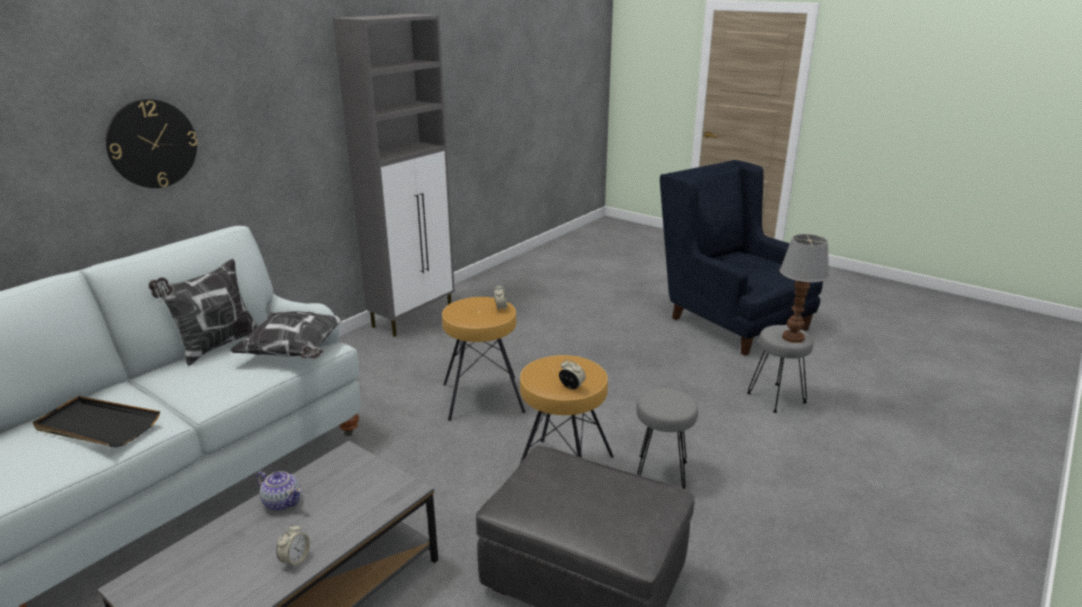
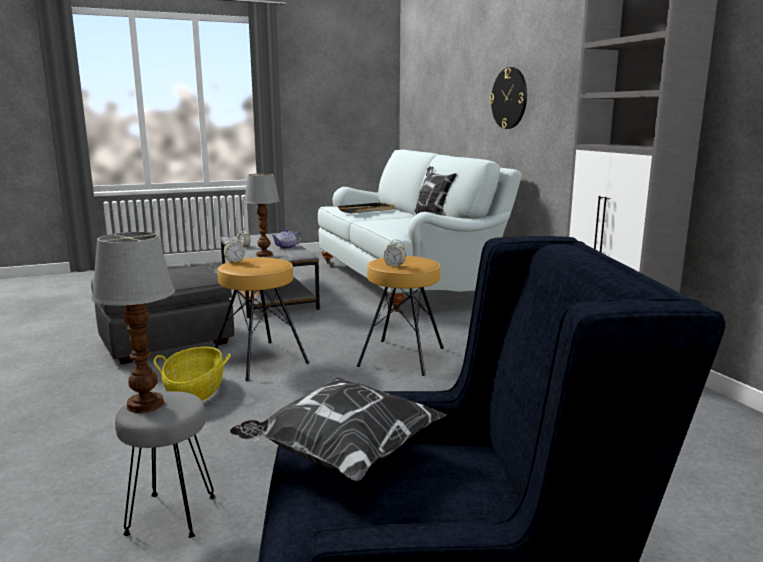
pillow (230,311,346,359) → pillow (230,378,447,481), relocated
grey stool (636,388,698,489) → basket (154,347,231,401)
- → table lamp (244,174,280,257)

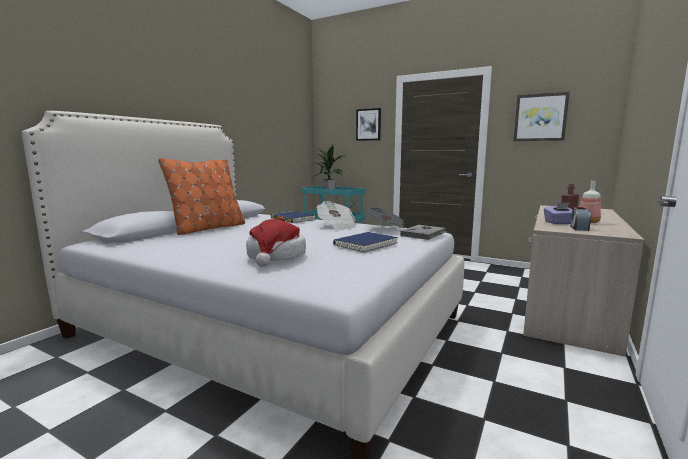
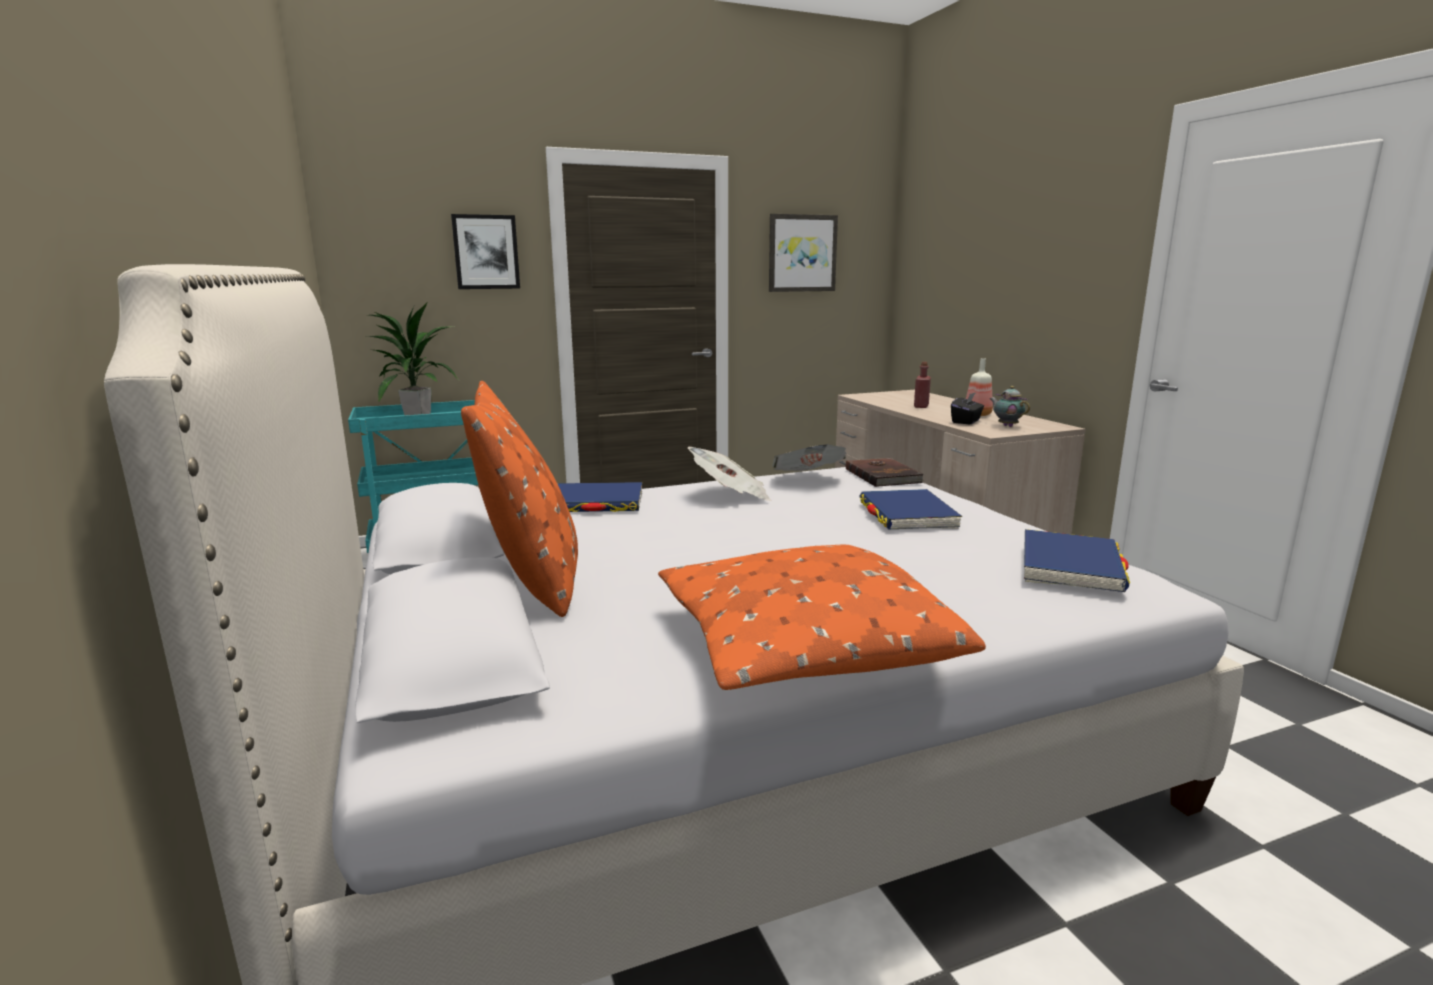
purple tissue box (544,203,572,224) → black tissue box (951,392,984,425)
alarm clock (570,207,591,231) → teapot (990,386,1030,427)
hat (246,219,306,267) → -
grey book (400,225,447,240) → brown book (846,458,924,487)
- → blue book (1024,529,1130,592)
- → orange pillow (658,544,986,690)

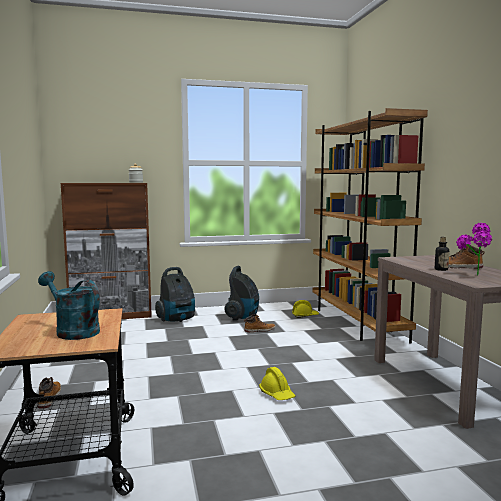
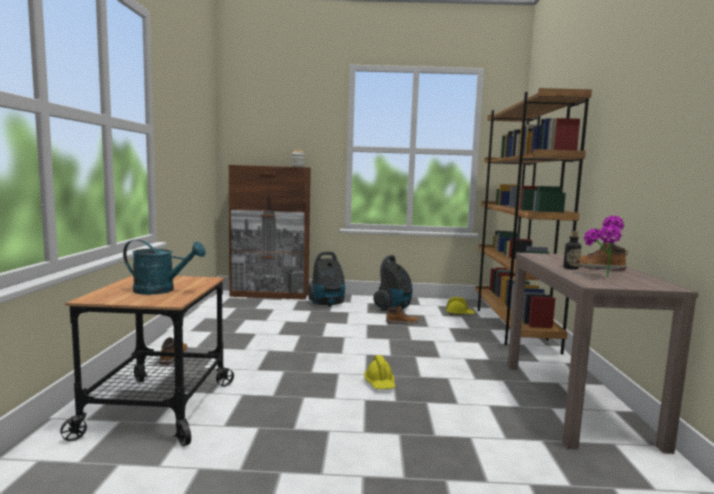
turquoise watering can (38,271,100,340) → turquoise watering can (123,239,206,295), 135 degrees clockwise

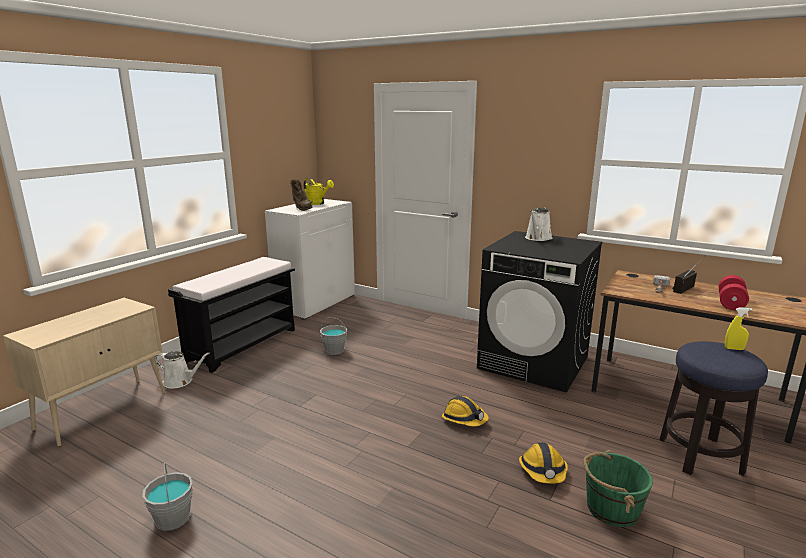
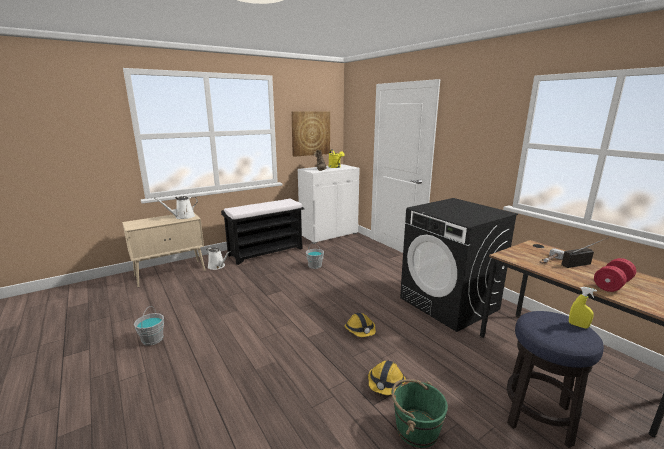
white watering can (525,207,553,241) → white watering can (154,196,198,219), relocated
- → picture (291,111,330,157)

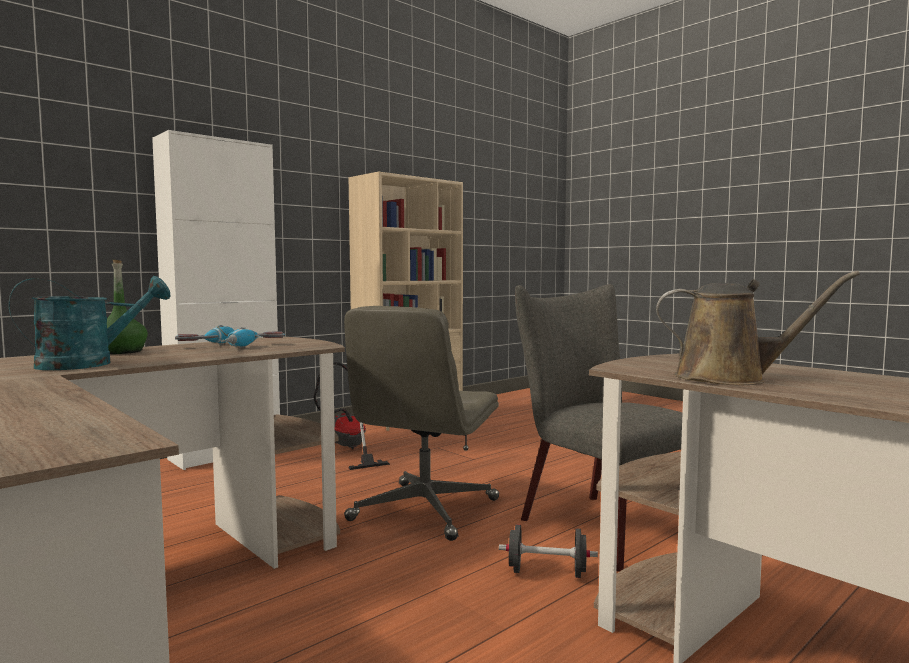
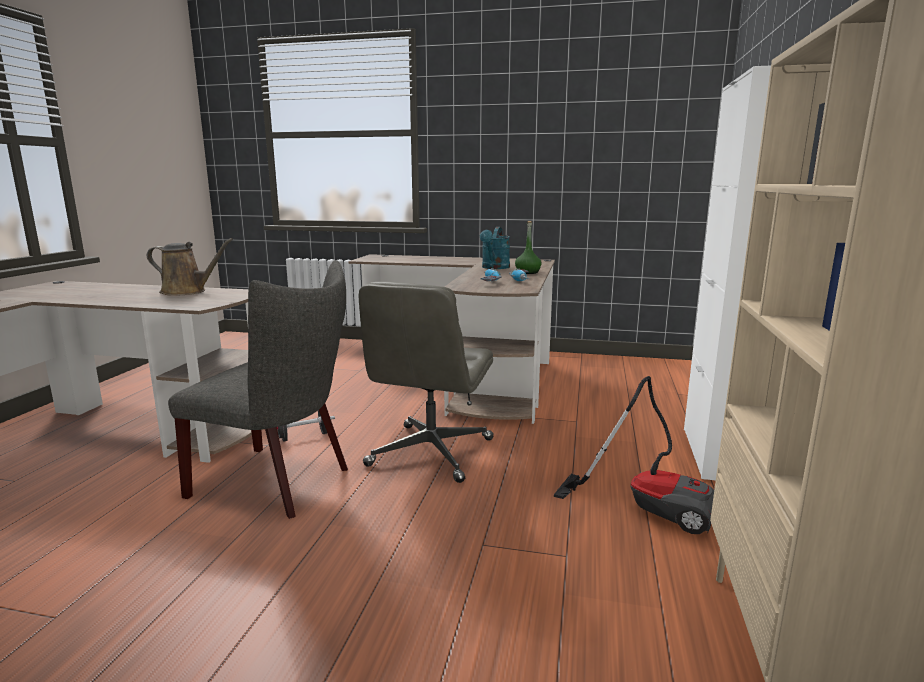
brown watering can (656,271,860,385) → brown watering can (147,238,233,296), 150 degrees counterclockwise
grey office chair (344,306,500,541) → grey office chair (359,282,494,483), 150 degrees counterclockwise

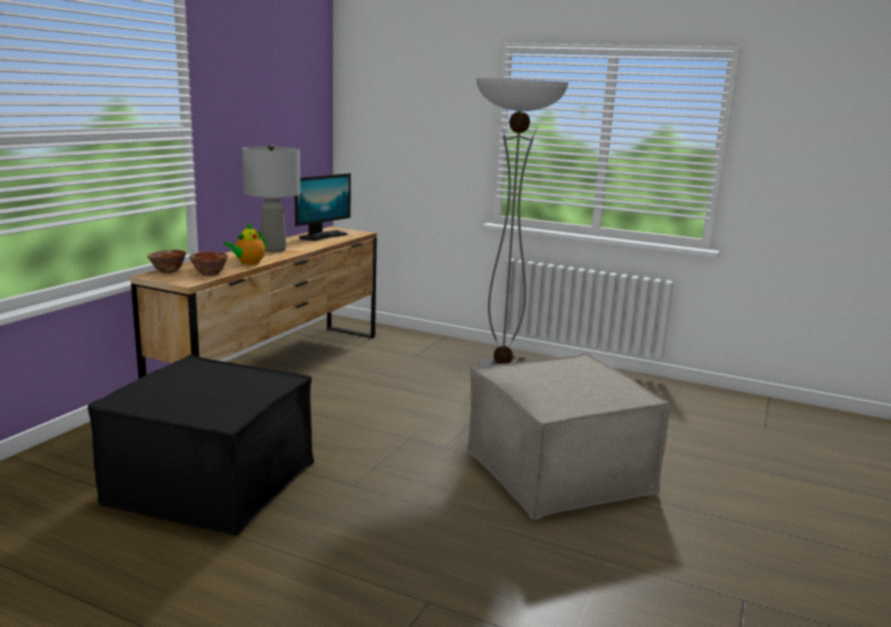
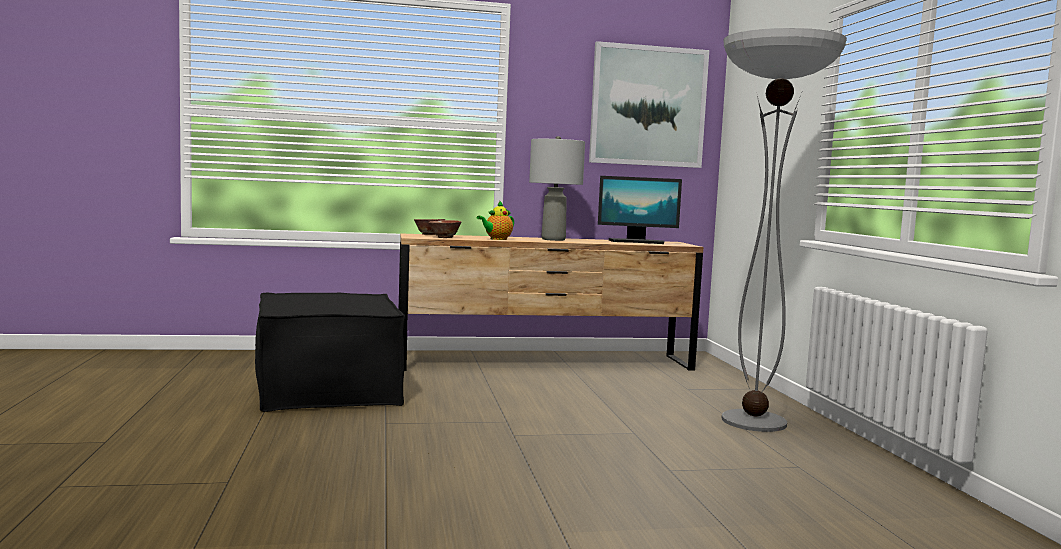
teapot (223,222,267,265) → teapot (477,200,514,240), 45 degrees counterclockwise
beige ottoman (467,353,670,520) → -
- → picture (589,41,709,168)

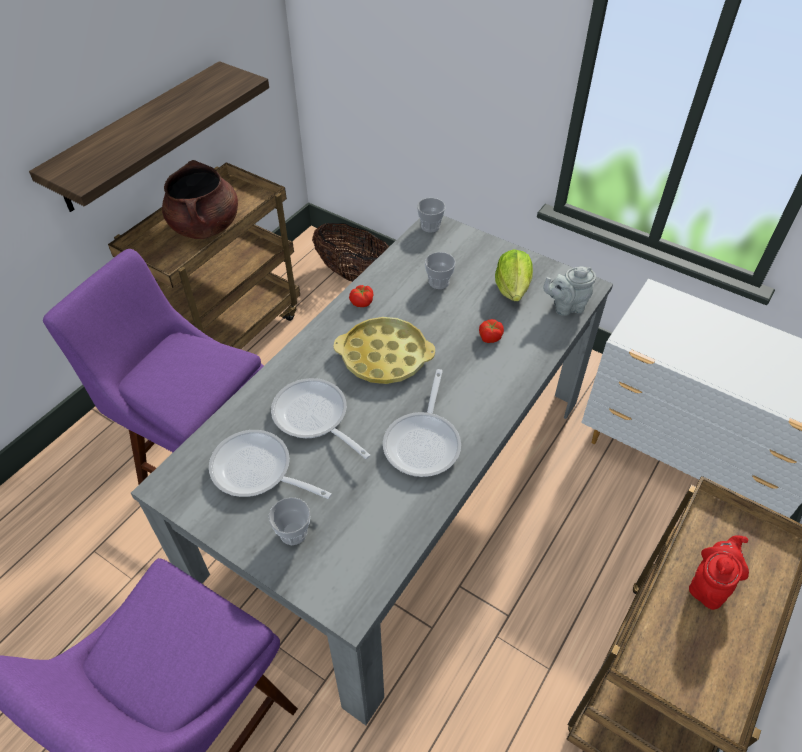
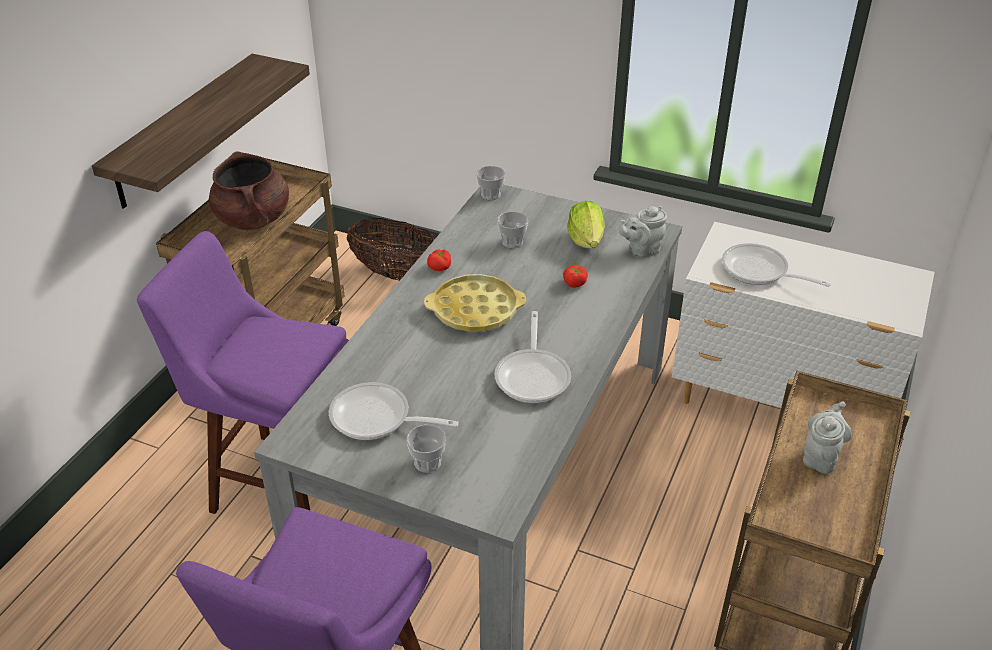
frying pan (271,378,370,459) → frying pan (722,243,831,287), relocated
red teapot (689,535,749,610) → grey teapot (803,402,852,474)

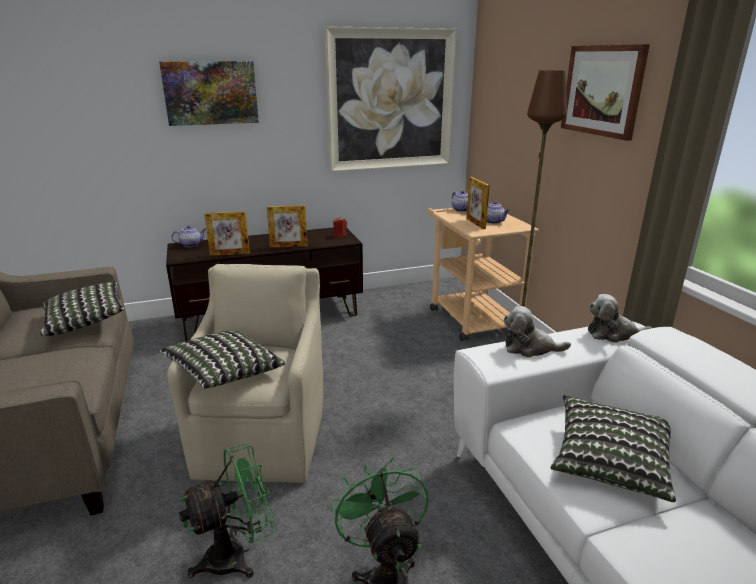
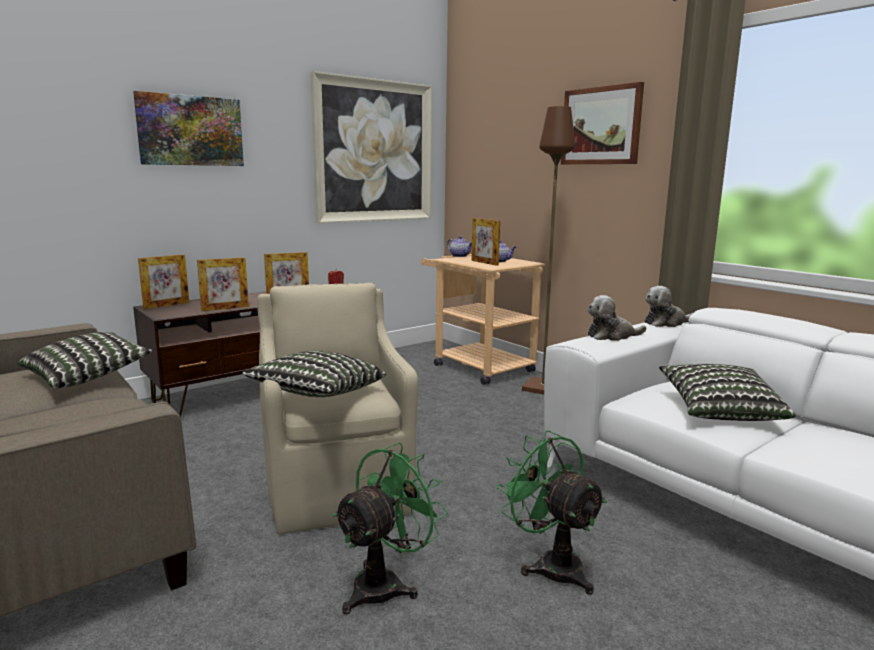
teapot (172,225,206,247) → picture frame (138,254,189,309)

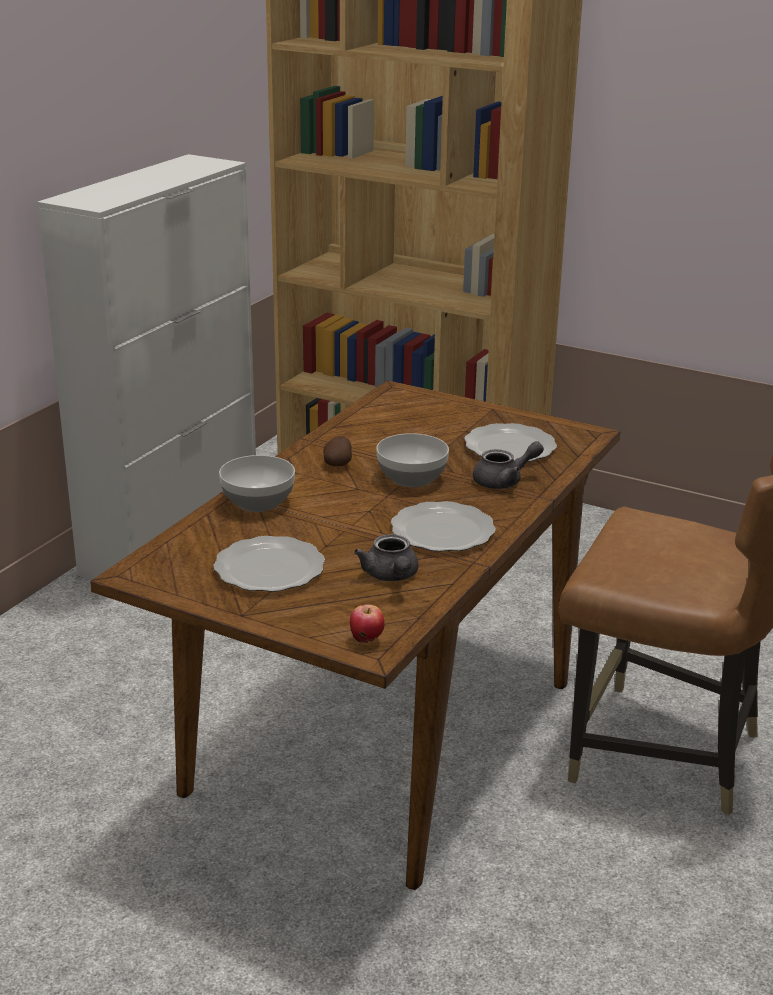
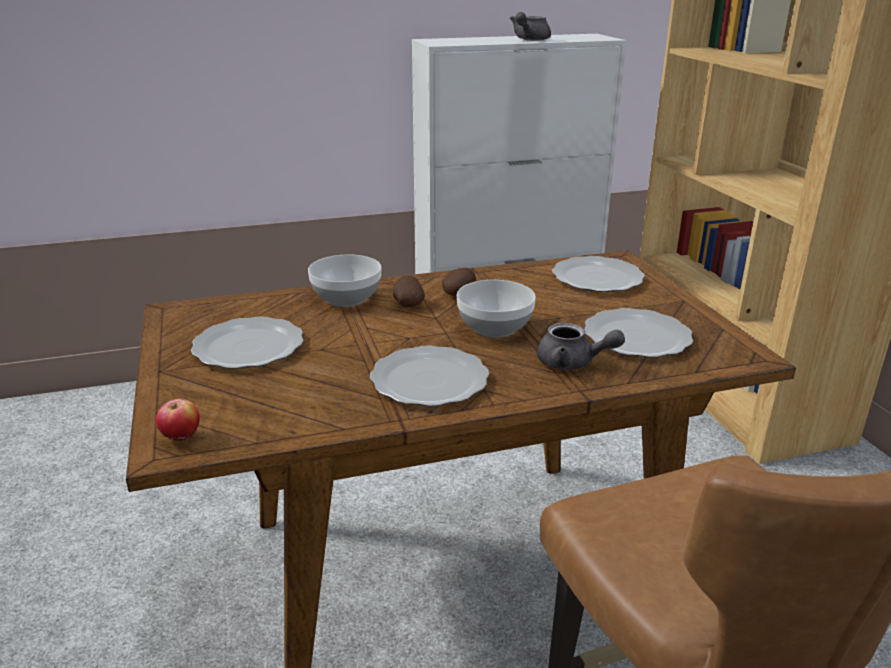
grey teapot (354,534,419,581) → grey teapot (510,12,551,41), relocated
- → plate (552,256,645,292)
- → potato (393,276,425,307)

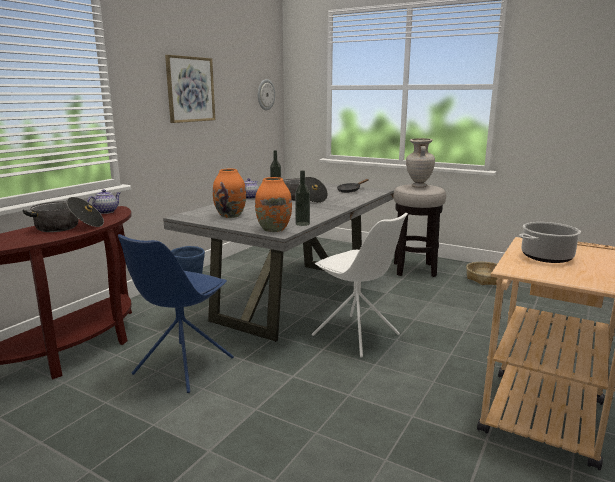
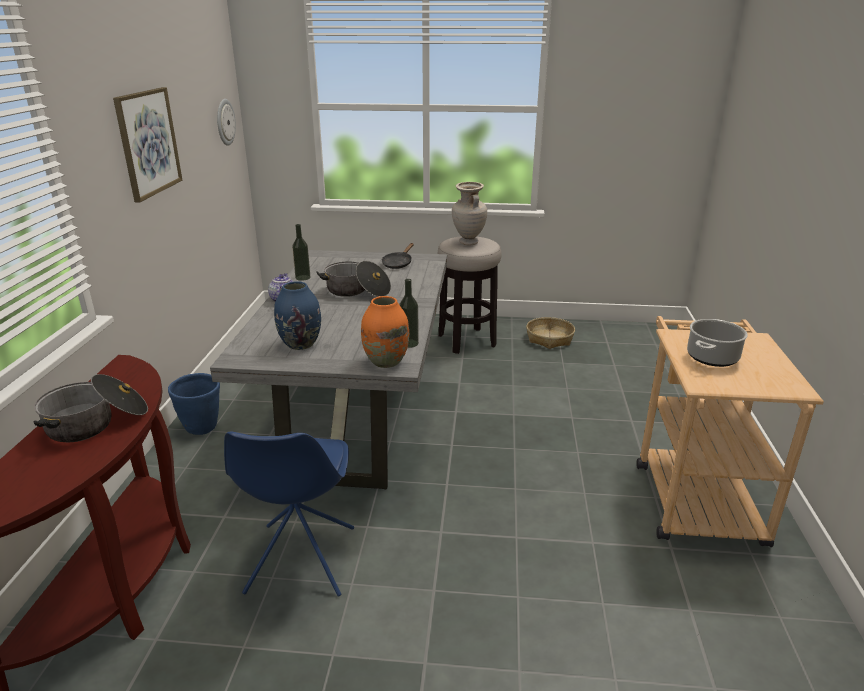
orange vase (213,169,246,218) → blue vase (274,281,321,350)
teapot (87,189,120,214) → -
white chair (312,213,408,358) → -

